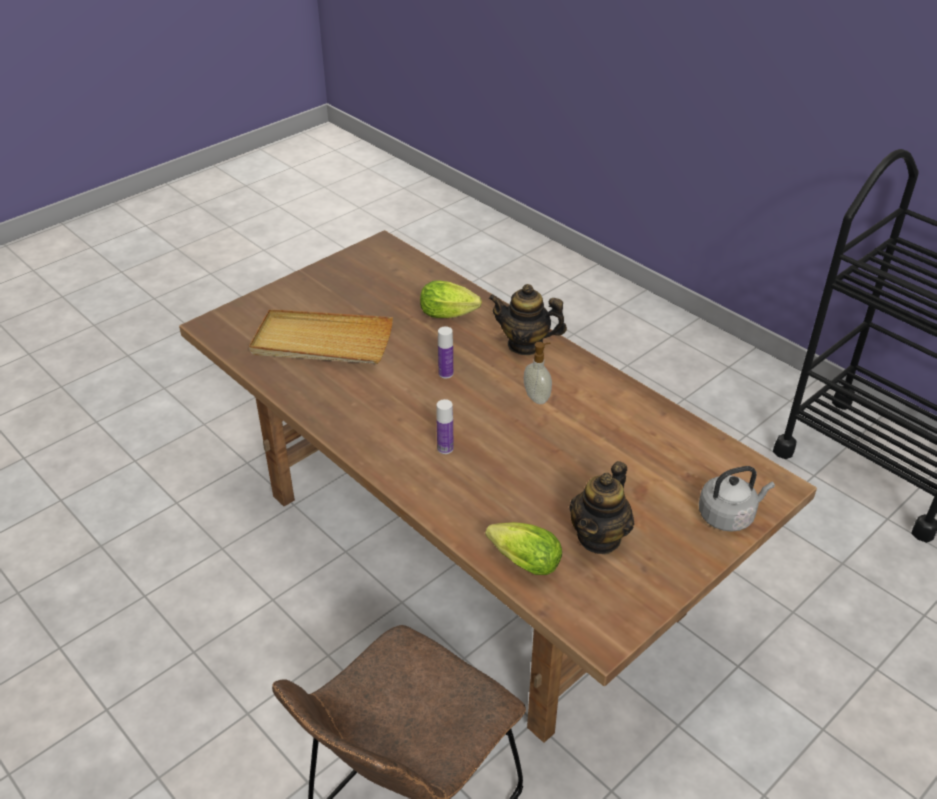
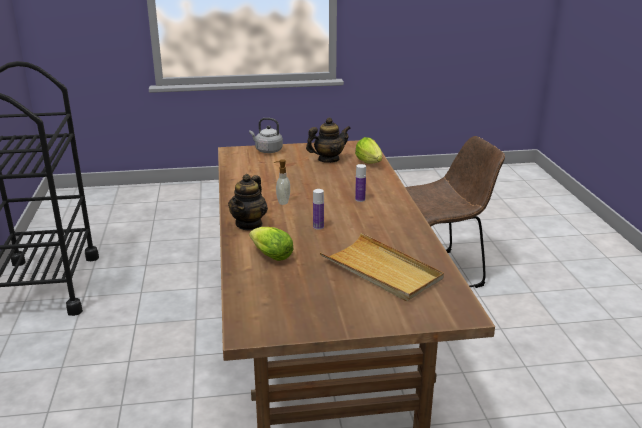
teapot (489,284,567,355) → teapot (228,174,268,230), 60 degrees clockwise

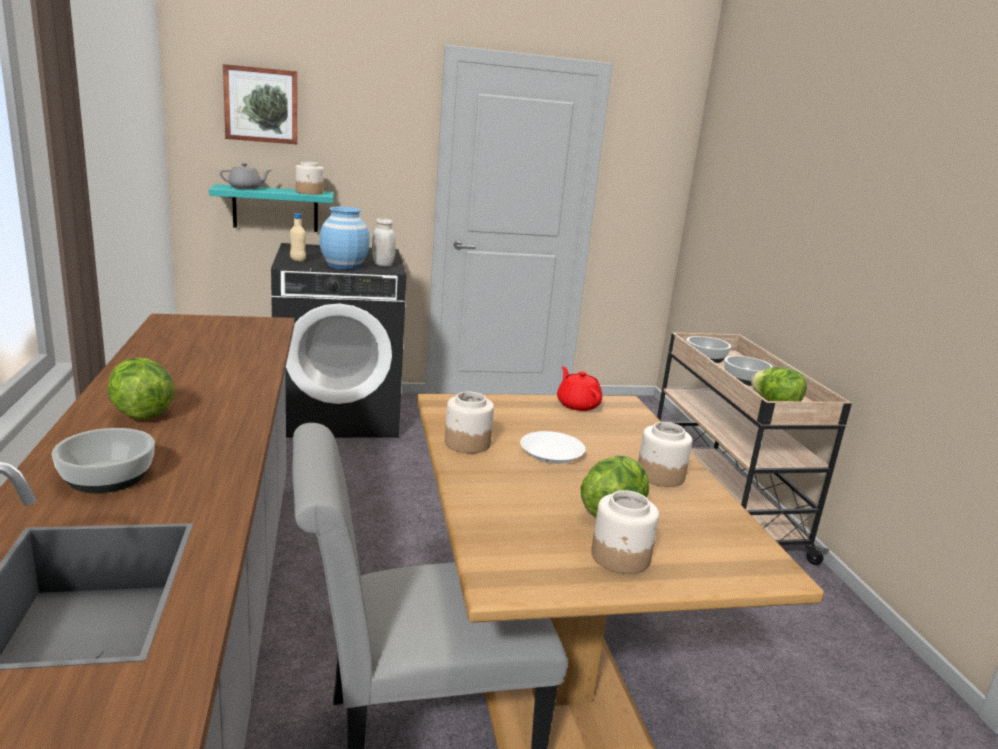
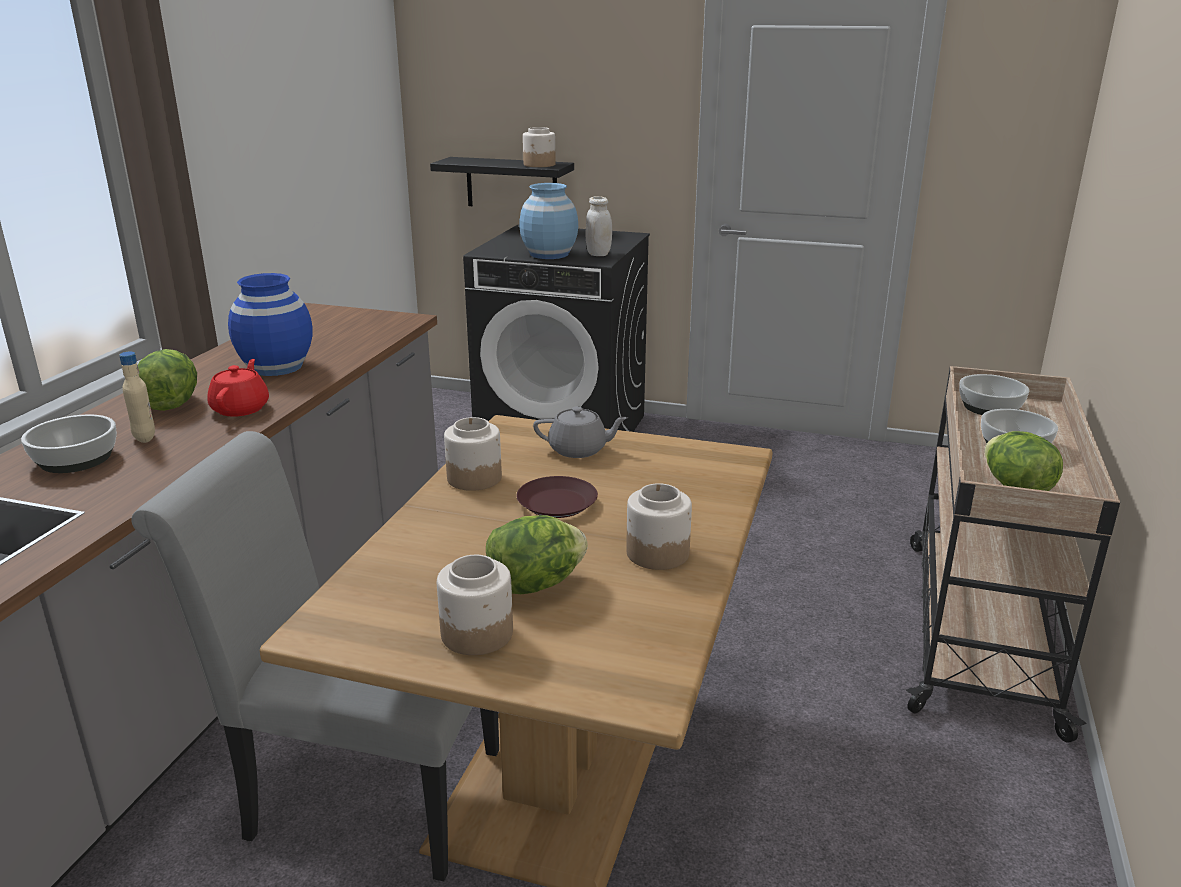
picture (223,64,297,144) → -
grey teapot (220,163,271,189) → grey teapot (533,406,628,458), relocated
turquoise shelf (209,184,334,232) → black shelf (430,157,574,206)
beige bottle (290,213,306,262) → beige bottle (119,352,155,443), relocated
red teapot (557,366,602,411) → red teapot (207,359,269,417), relocated
white plate (520,431,586,464) → brown plate (516,476,598,518)
- → blue vase (228,273,312,376)

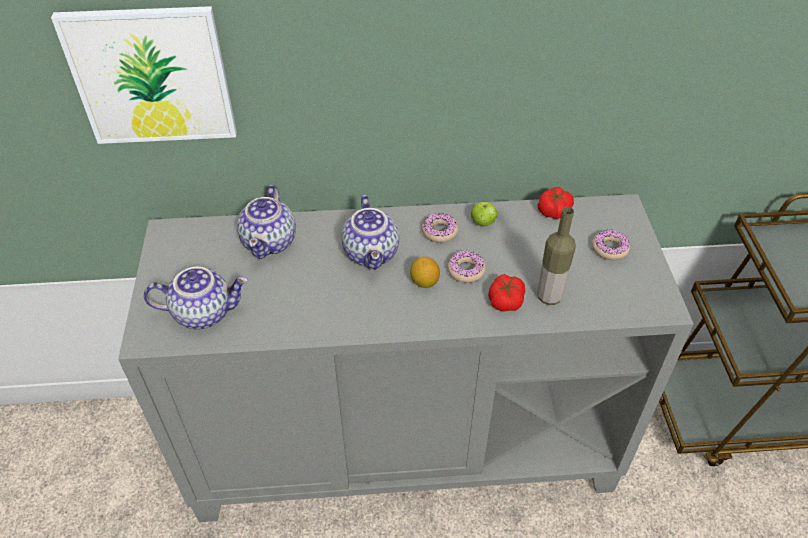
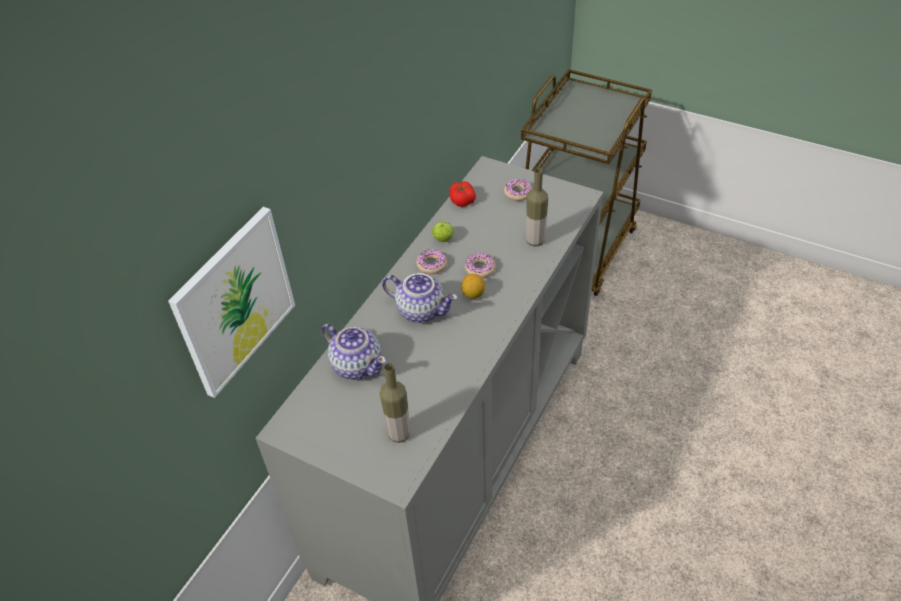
teapot (144,267,248,329) → bottle (380,363,410,443)
tomato (488,274,525,312) → -

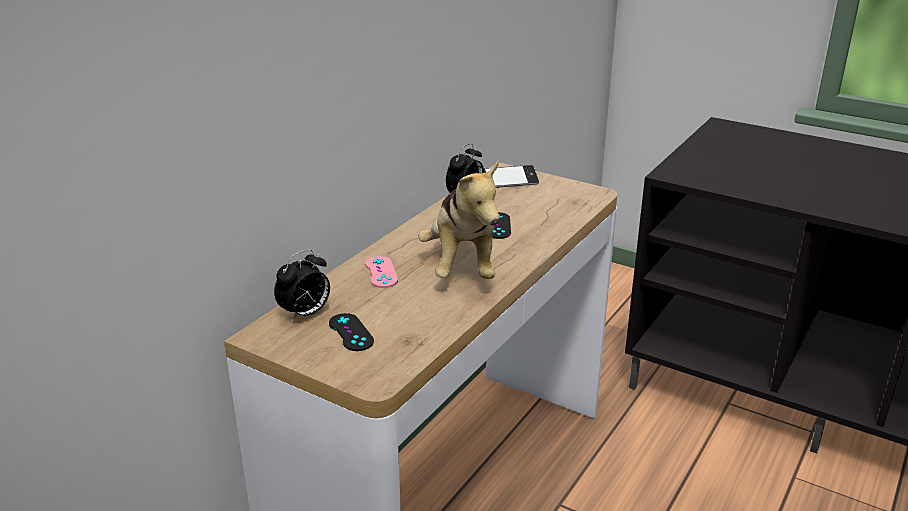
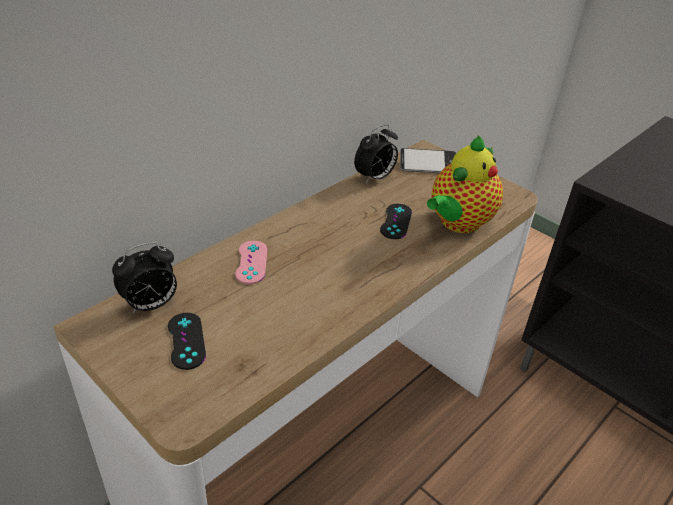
plush toy (419,161,499,279) → -
- → teapot (427,135,503,233)

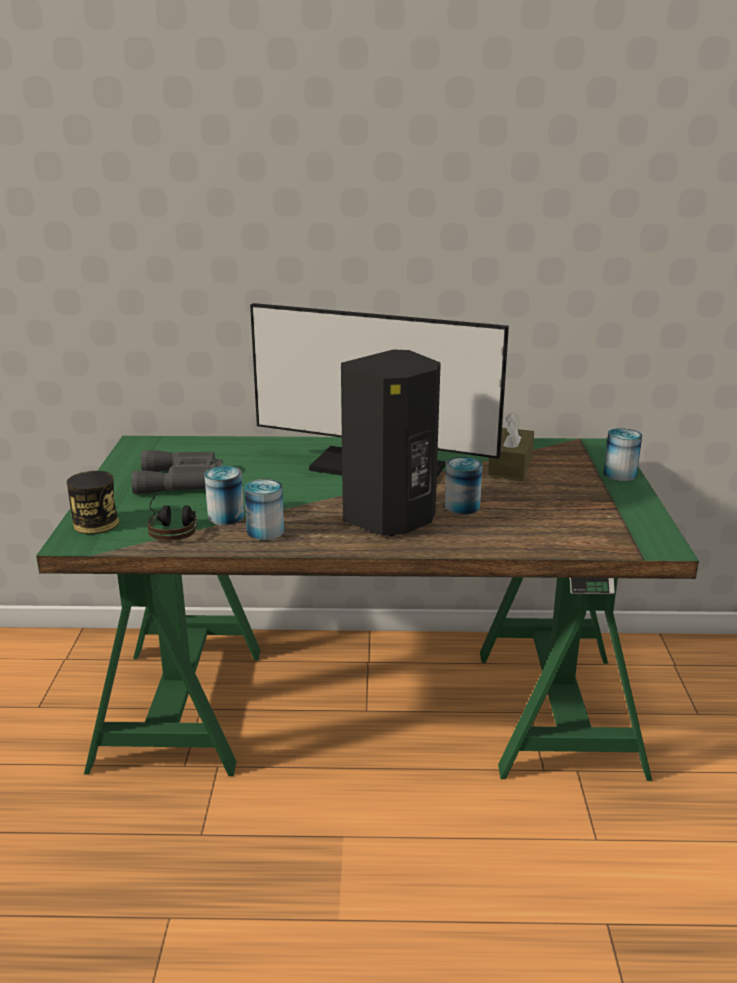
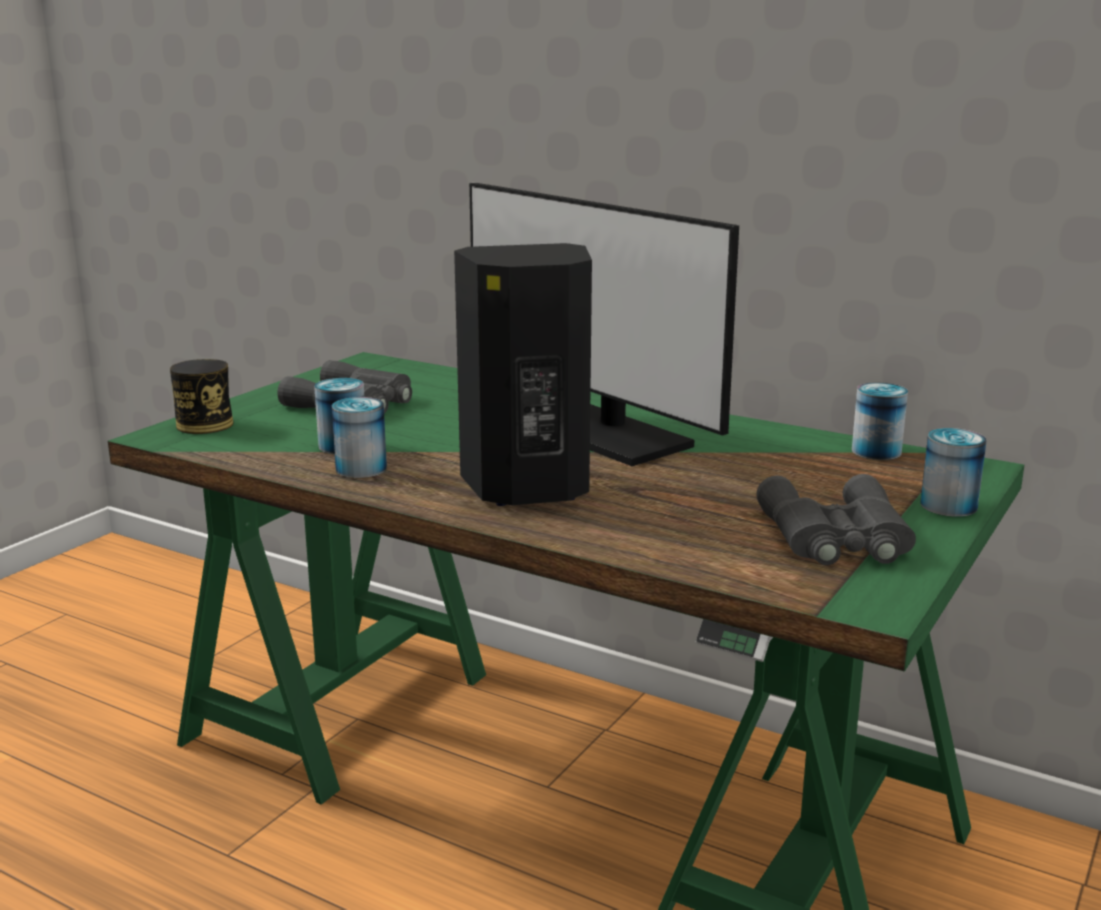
brown tissue box (488,413,534,481) → -
can (445,457,482,515) → can (852,383,908,460), relocated
headphones (147,486,197,541) → -
- → grey binoculars (756,474,916,565)

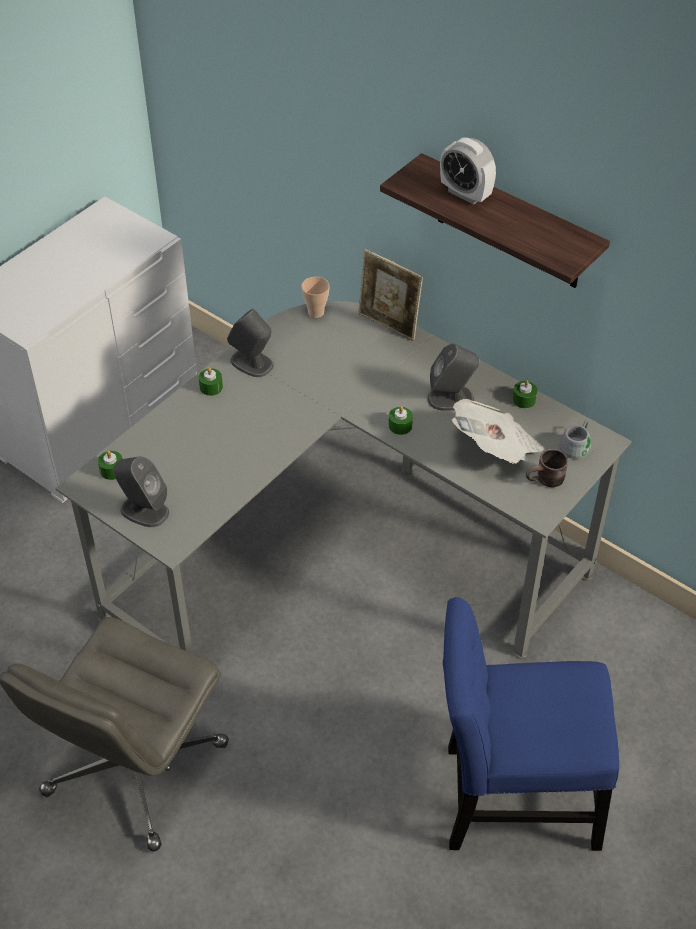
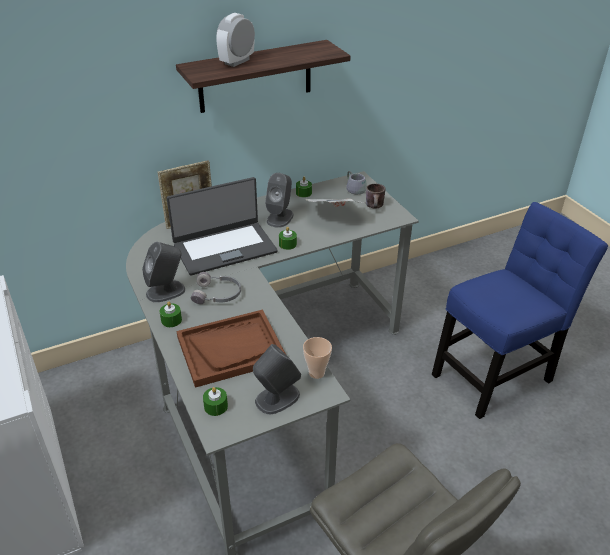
alarm clock (440,137,496,205) → alarm clock (216,13,255,67), 150 degrees clockwise
cup (301,277,330,318) → cup (303,337,332,379), relocated
blue chair (443,597,619,851) → blue chair (432,202,608,419), 150 degrees counterclockwise
- → laptop (167,177,278,276)
- → grey headphones (191,272,241,304)
- → brown tray (177,310,286,388)

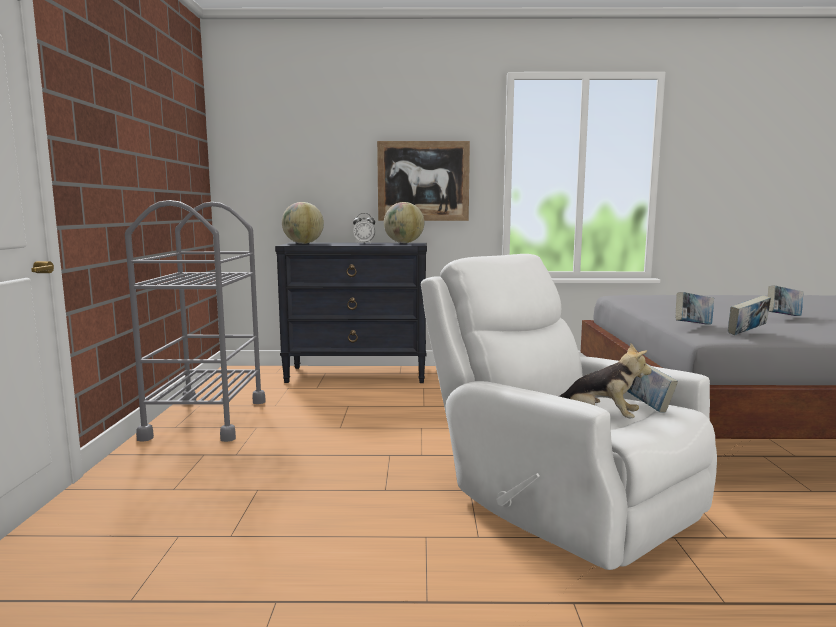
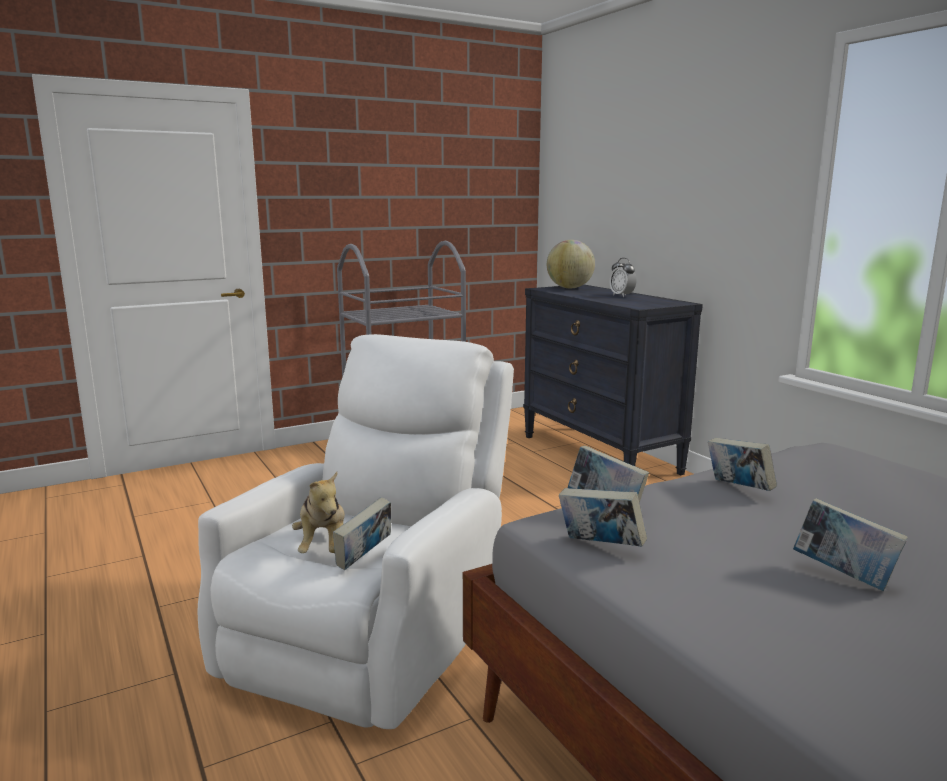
picture (377,141,470,221) → -
globe (384,202,424,243) → -
- → book (708,438,777,491)

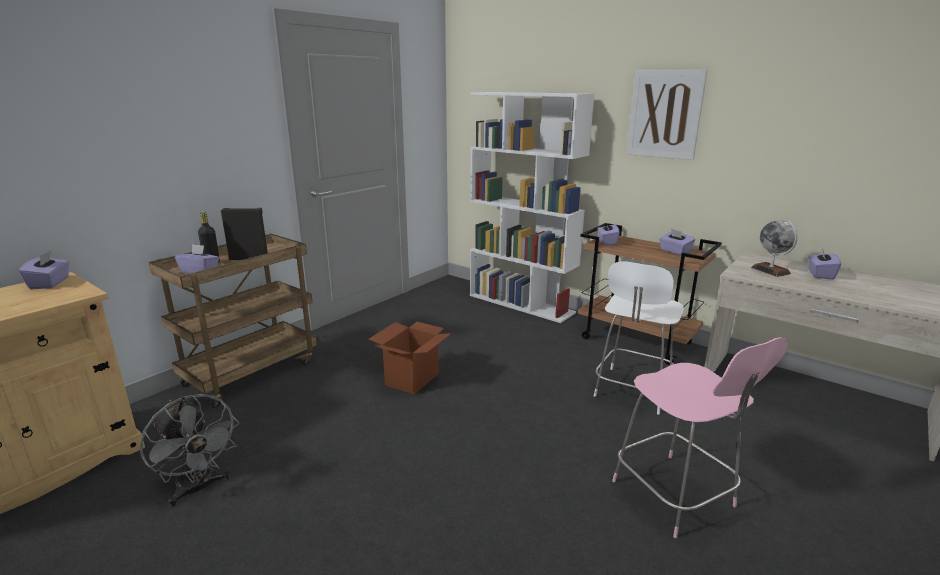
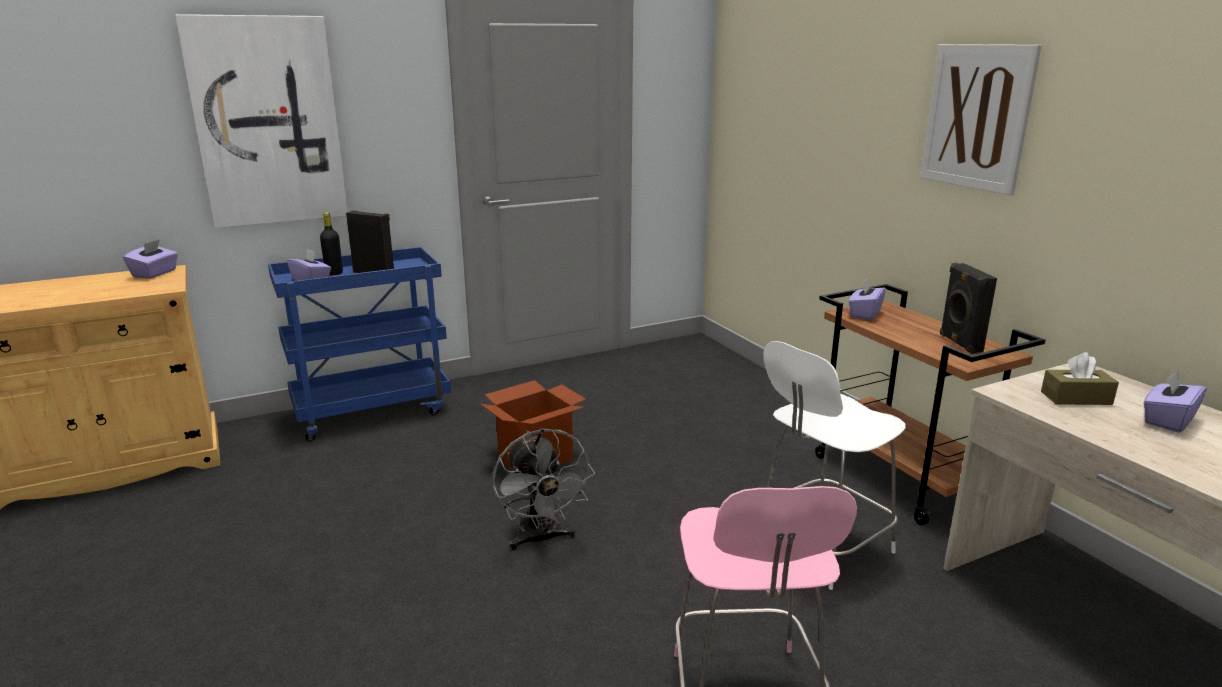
white bookcase (470,92,595,323) → -
globe (751,220,798,277) → brown tissue box (1041,352,1119,405)
purple tissue box (659,229,695,255) → black speaker (940,263,997,354)
brown cart (149,234,317,408) → blue cart (268,247,451,442)
grey fan (140,394,239,507) → grey fan (492,428,595,550), relocated
- → picture (175,14,348,228)

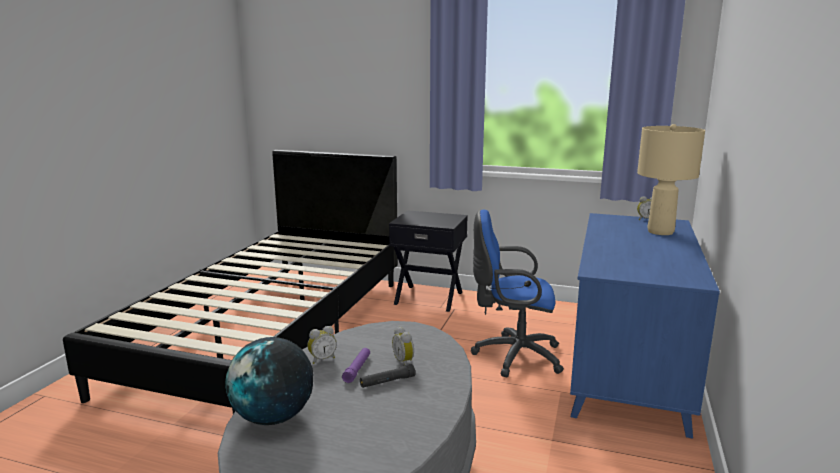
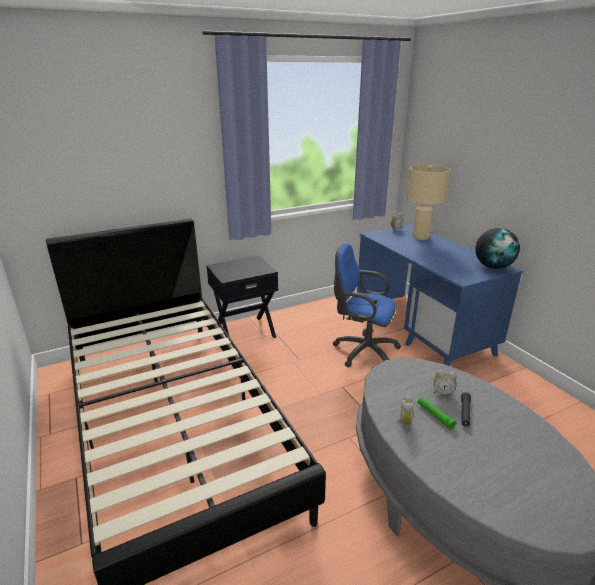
blue office chair (471,210,564,377) → blue office chair (333,243,401,367), 60 degrees clockwise
globe (225,337,313,425) → globe (476,228,520,269), relocated
purple flashlight (342,348,370,383) → green flashlight (418,397,456,430)

